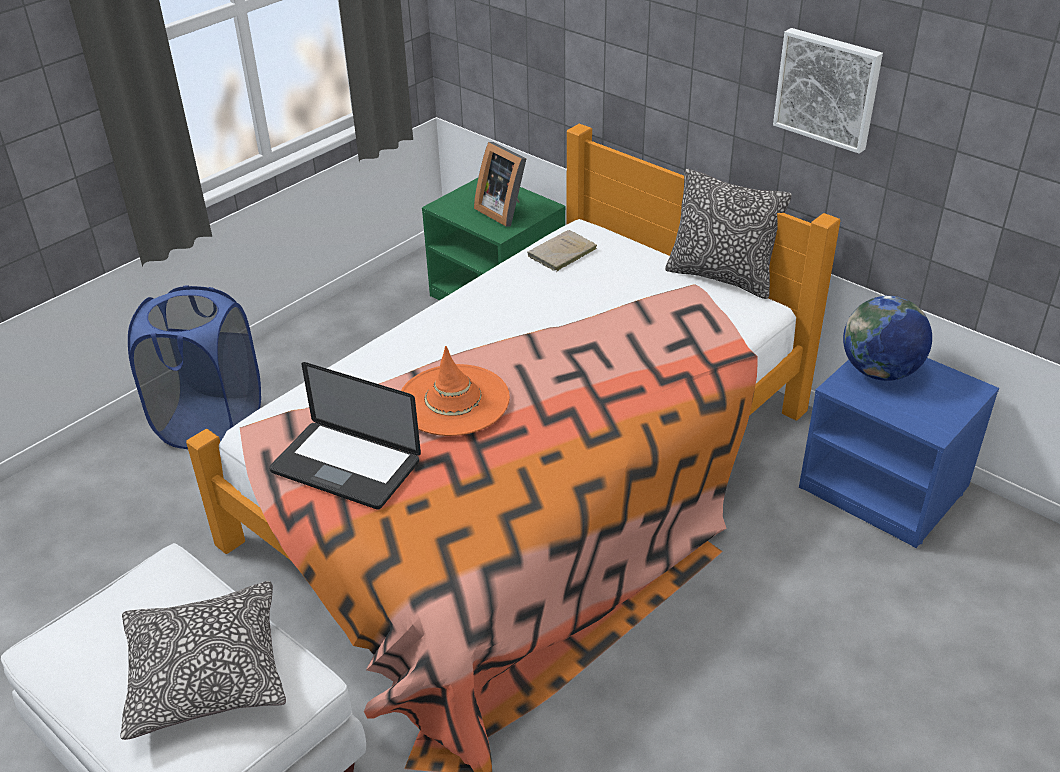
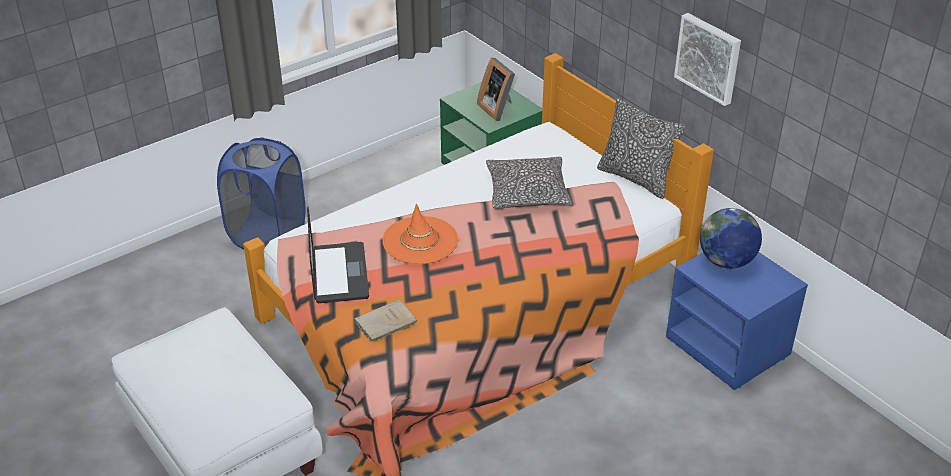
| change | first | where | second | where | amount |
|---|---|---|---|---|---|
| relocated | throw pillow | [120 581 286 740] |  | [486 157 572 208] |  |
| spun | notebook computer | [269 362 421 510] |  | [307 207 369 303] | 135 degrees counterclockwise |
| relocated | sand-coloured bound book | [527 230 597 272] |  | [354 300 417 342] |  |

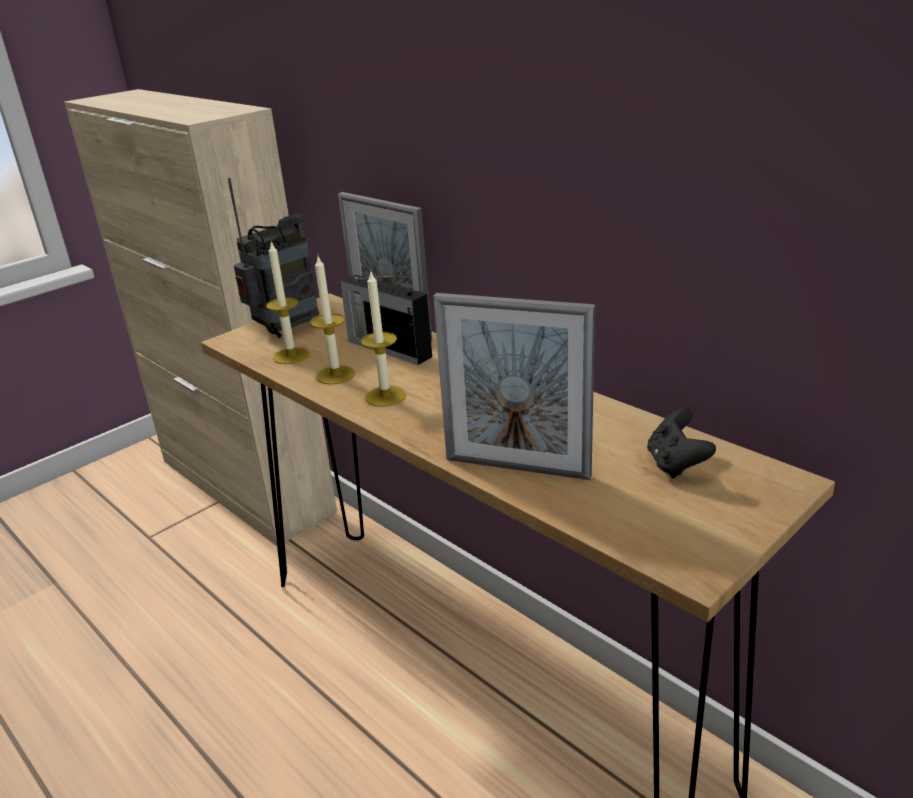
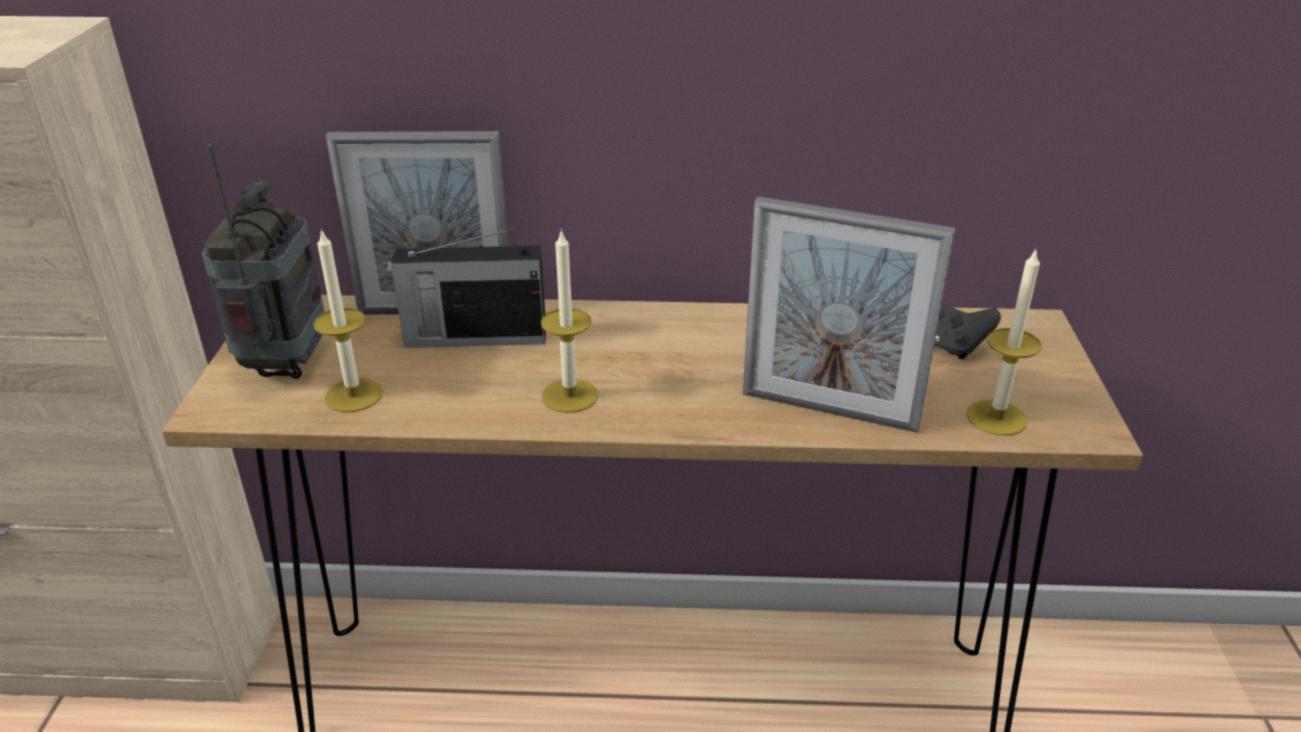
| change | first | where | second | where | amount |
|---|---|---|---|---|---|
| relocated | wax light | [311 254 355 385] |  | [967 249 1042 436] |  |
| spun | standing frame | [433 293 595 480] |  | [743 196 955 433] | 45 degrees clockwise |

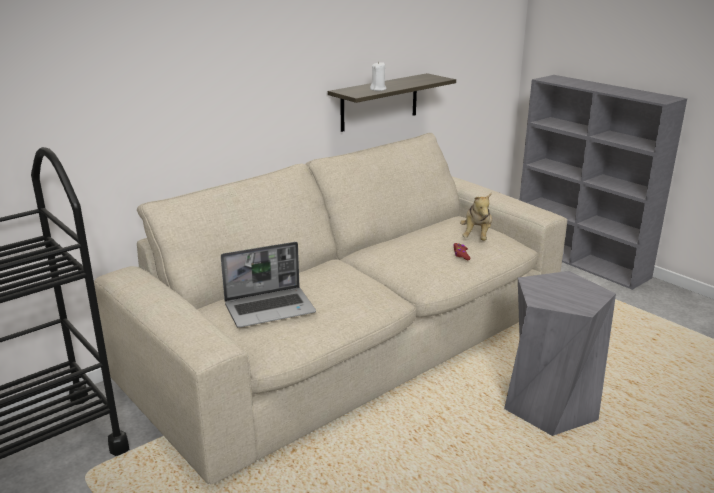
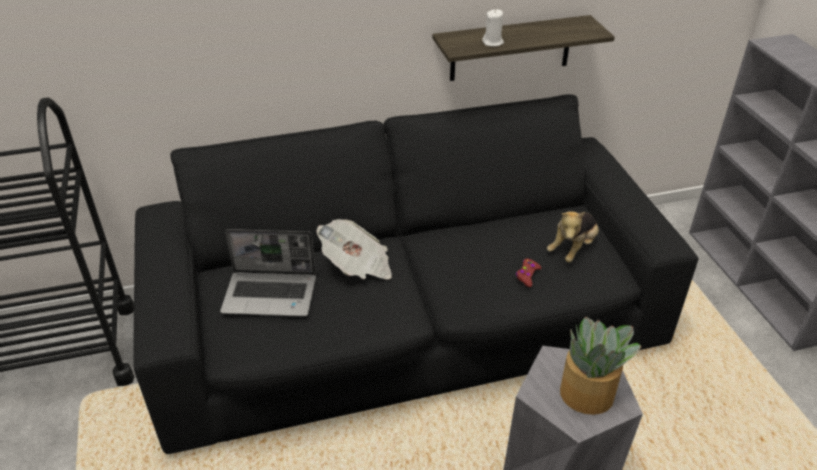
| change | first | where | second | where | amount |
|---|---|---|---|---|---|
| colour | sand-coloured couch | [94 133 567 484] | black-coloured couch | [133 94 698 454] |  |
| appeared |  |  | newspaper | [316 219 392 279] |  |
| appeared |  |  | houseplant | [560 317 641 415] |  |

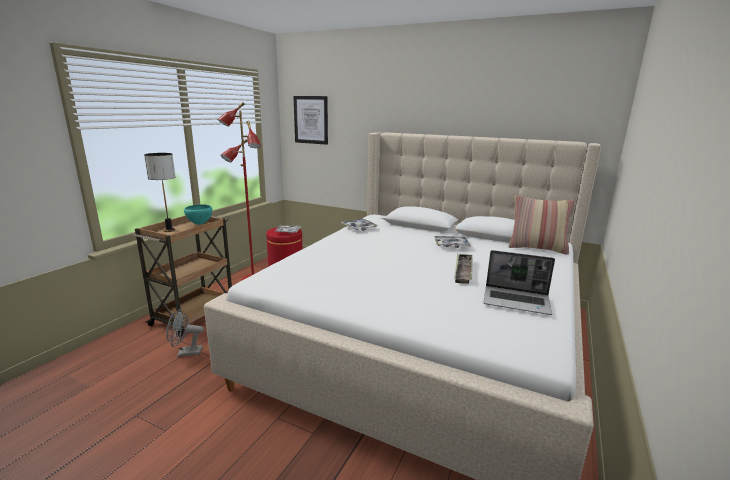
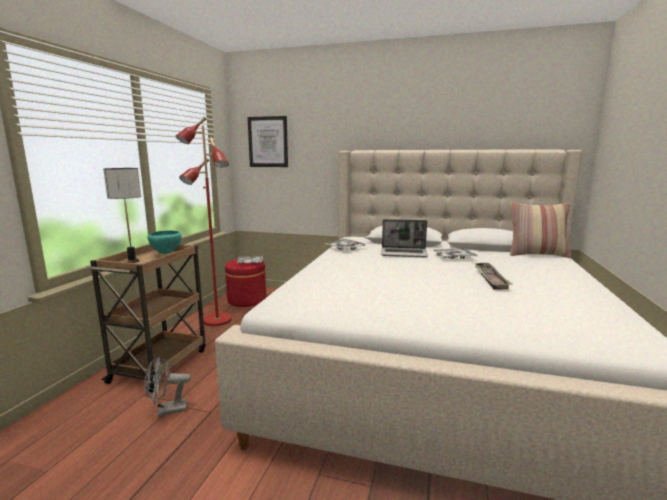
| change | first | where | second | where | amount |
|---|---|---|---|---|---|
| relocated | notebook computer | [484 250 555 315] |  | [381 219 428 257] |  |

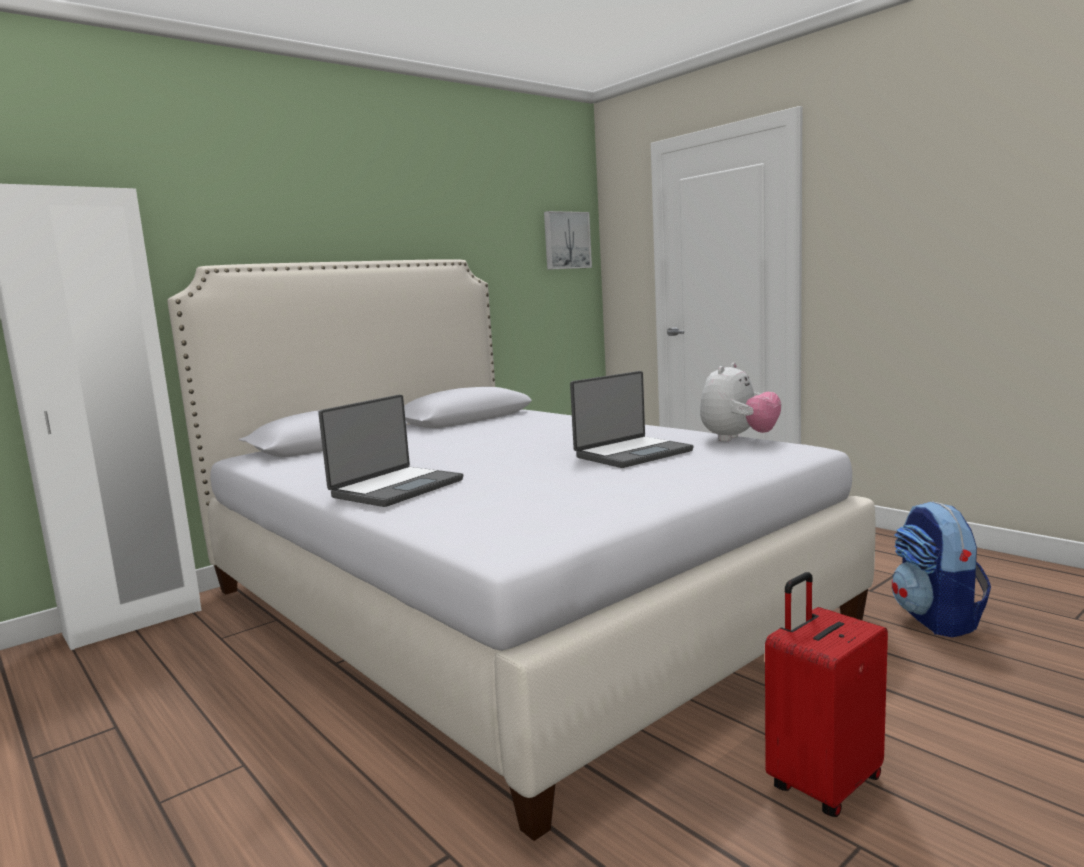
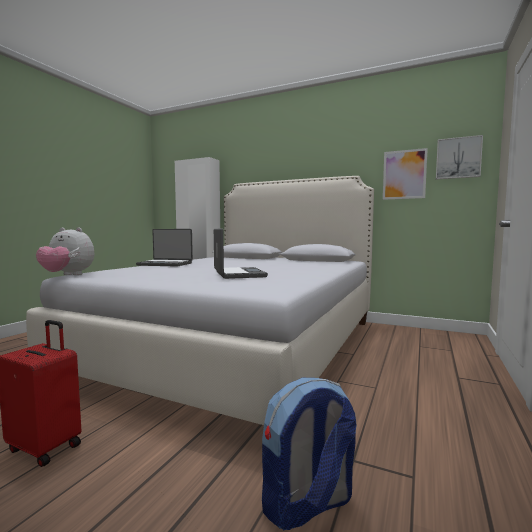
| change | first | where | second | where | amount |
|---|---|---|---|---|---|
| spun | notebook computer | [570 371 694 468] |  | [214 228 268 279] | 135 degrees counterclockwise |
| relocated | soft toy | [700 362 781 442] |  | [36 228 94 275] |  |
| appeared |  |  | wall art | [383 148 428 200] |  |

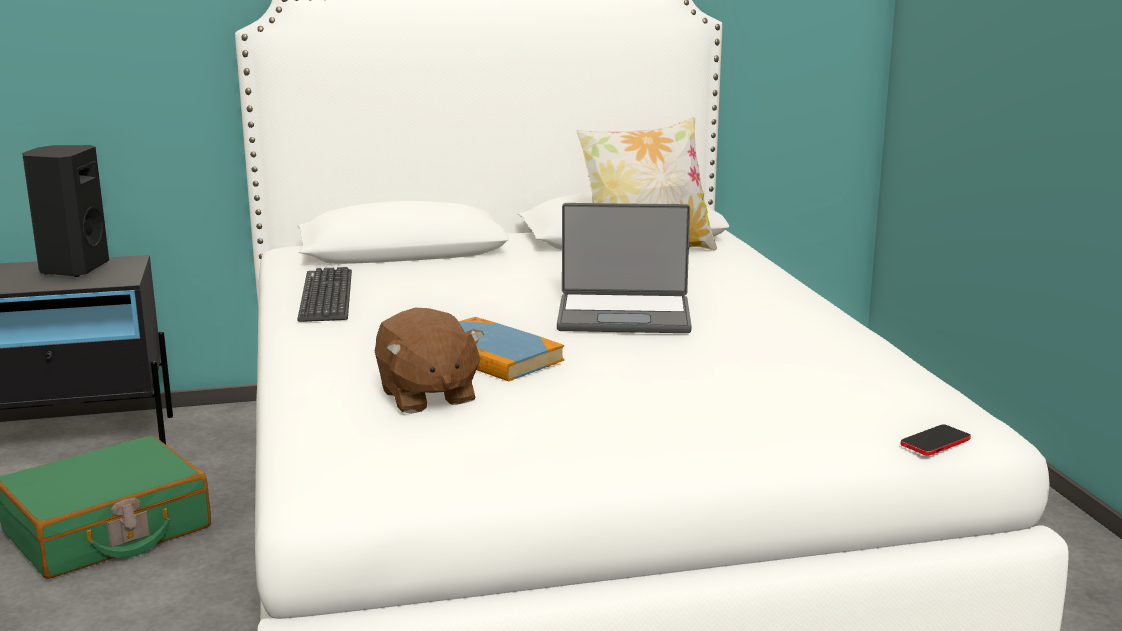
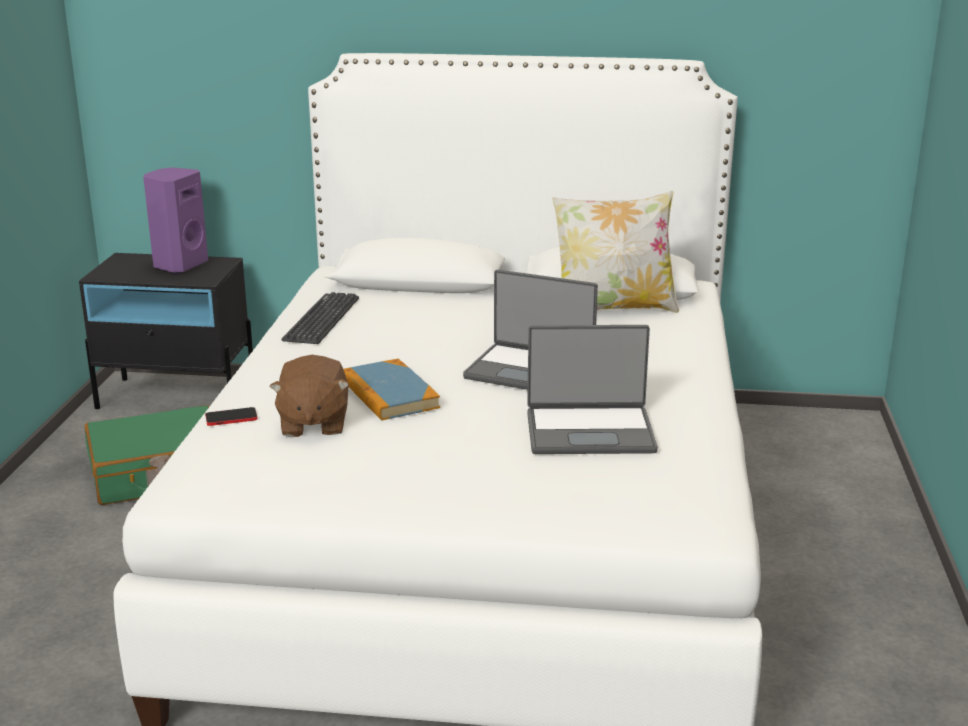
| change | first | where | second | where | amount |
|---|---|---|---|---|---|
| colour | black-coloured audio speaker | [22 145 109 277] | purple-coloured audio speaker | [143 167 208 273] |  |
| relocated | handset | [900 424 971 456] |  | [205 407 258 426] |  |
| appeared |  |  | notebook computer | [527 325 658 454] |  |

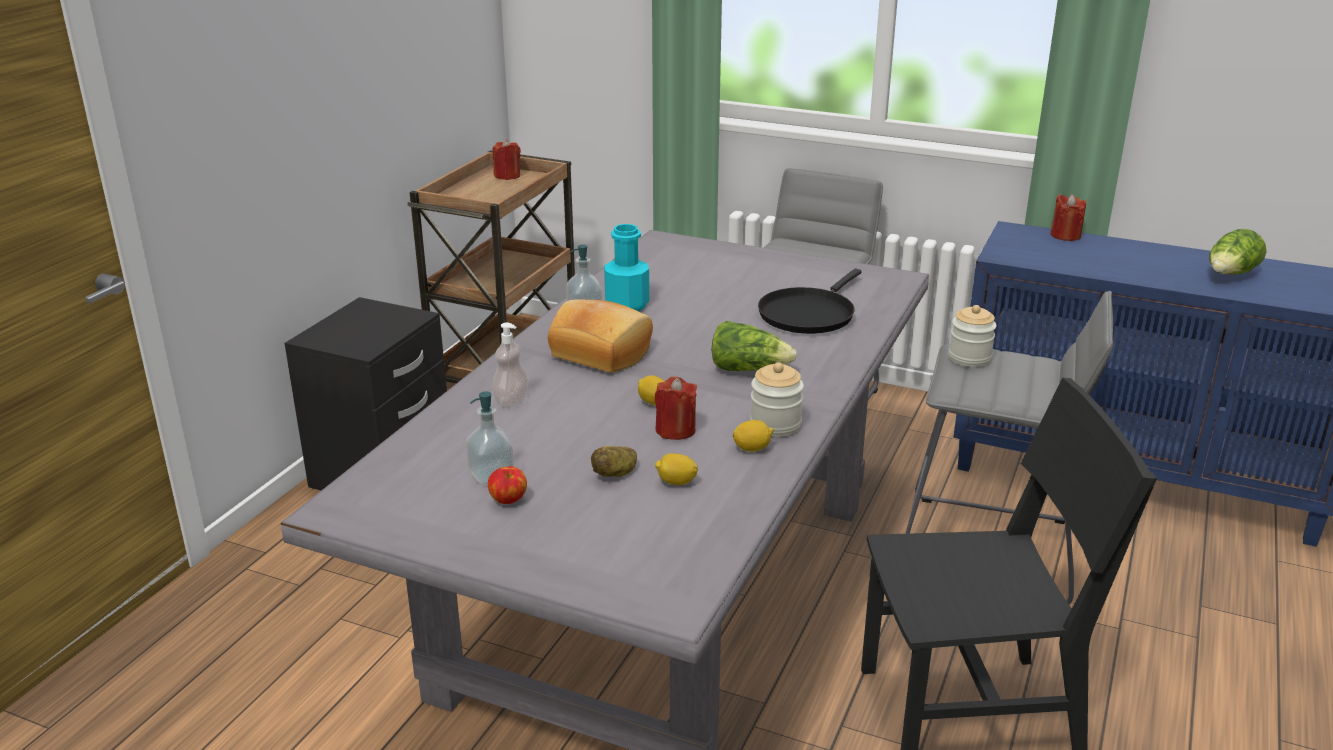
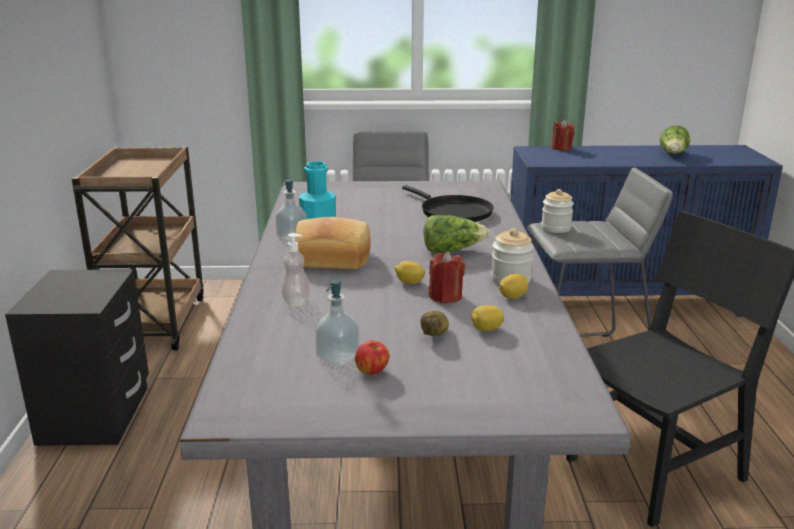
| change | first | where | second | where | amount |
|---|---|---|---|---|---|
| missing | red wax light | [493 139 521 180] |  |  |  |
| spun | black-coloured skillet | [758 269 862 334] |  | [402 185 494 222] | 45 degrees counterclockwise |

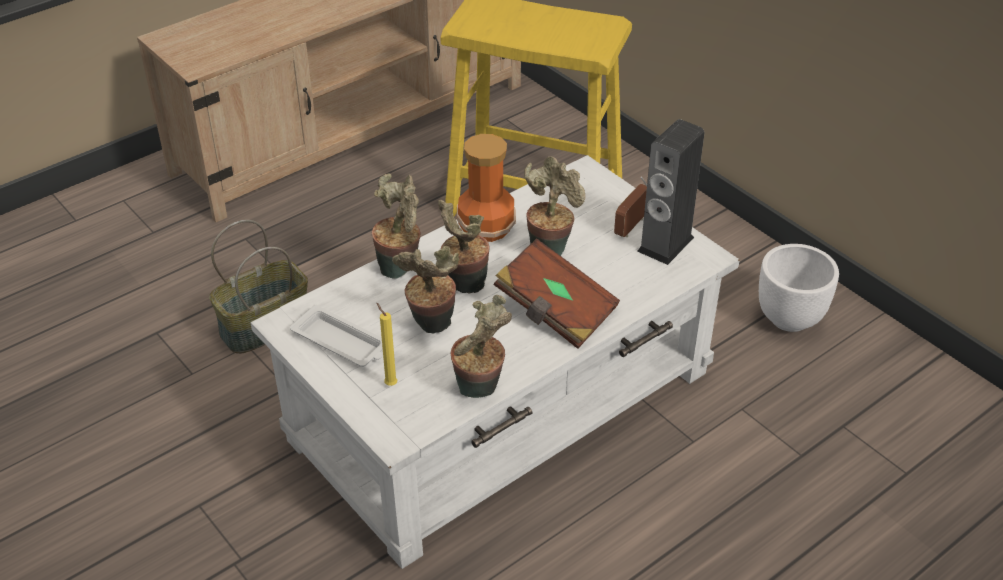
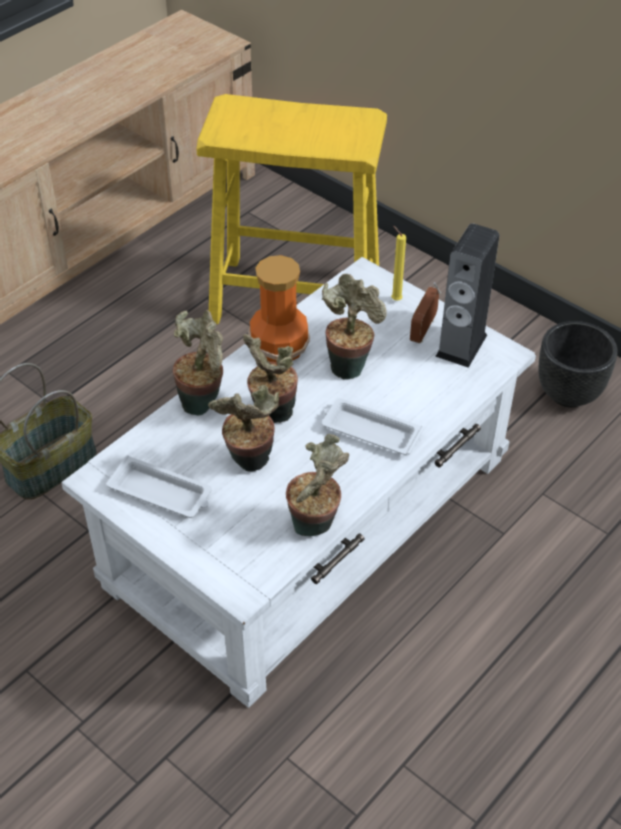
| change | first | where | second | where | amount |
|---|---|---|---|---|---|
| relocated | yellow wax light | [376 303 397 386] |  | [391 226 406 300] |  |
| exchanged | brownish bound book | [493 238 620 349] | white serving tray | [322 398 423 455] |  |
| colour | white flower pot | [759 244 839 332] | black-coloured flower pot | [539 321 618 407] |  |

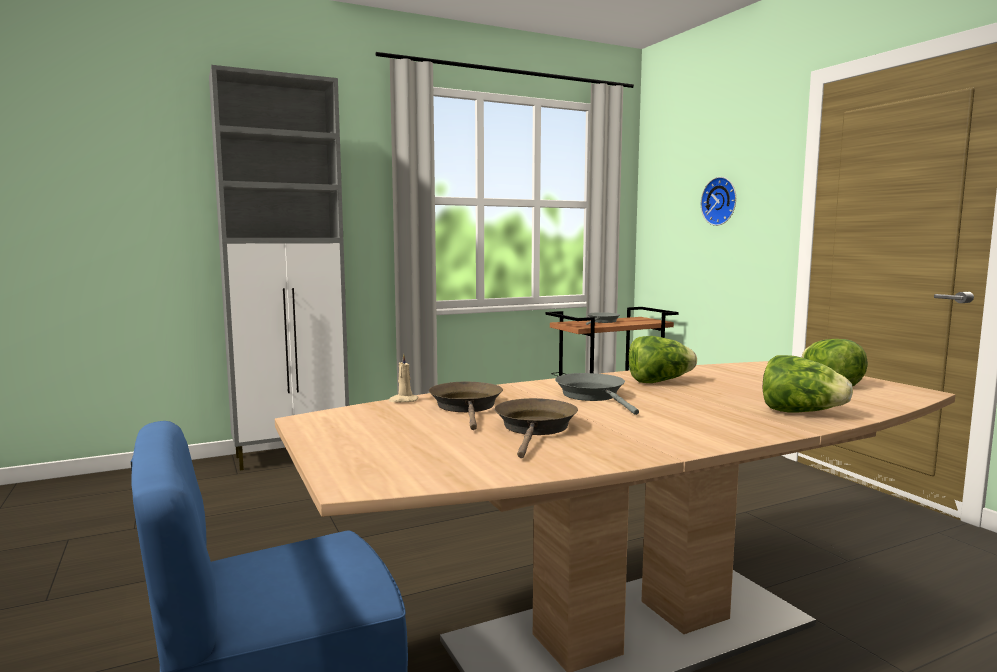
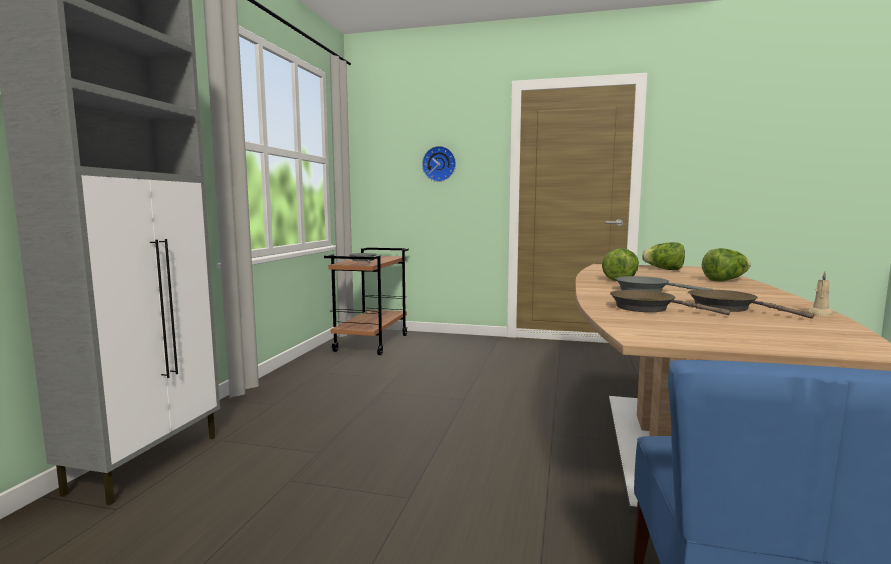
| change | first | where | second | where | amount |
|---|---|---|---|---|---|
| relocated | sand-coloured wax light | [389 353 418 402] |  | [808 271 834 316] |  |

